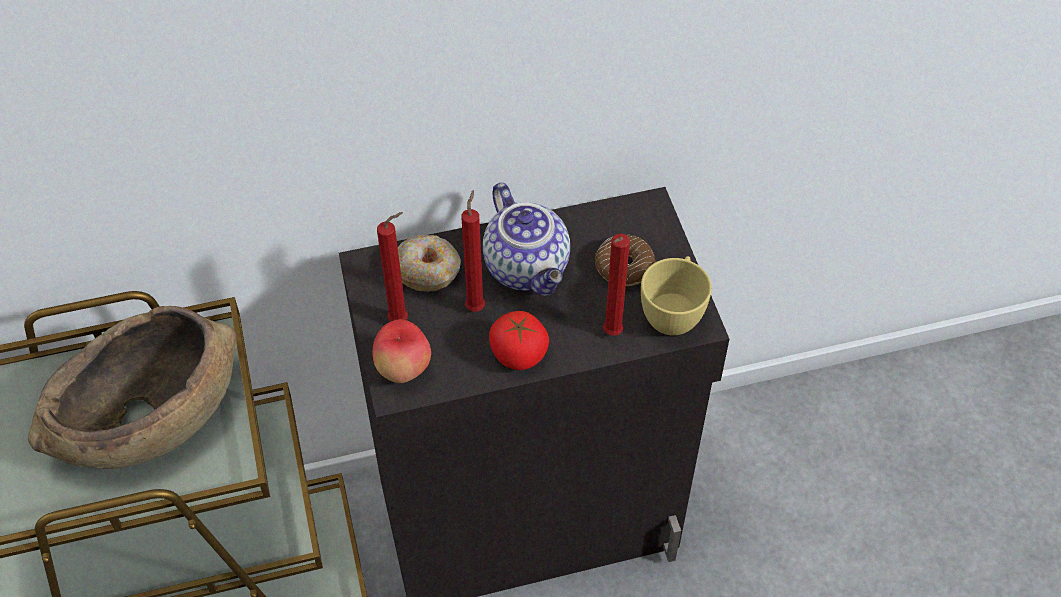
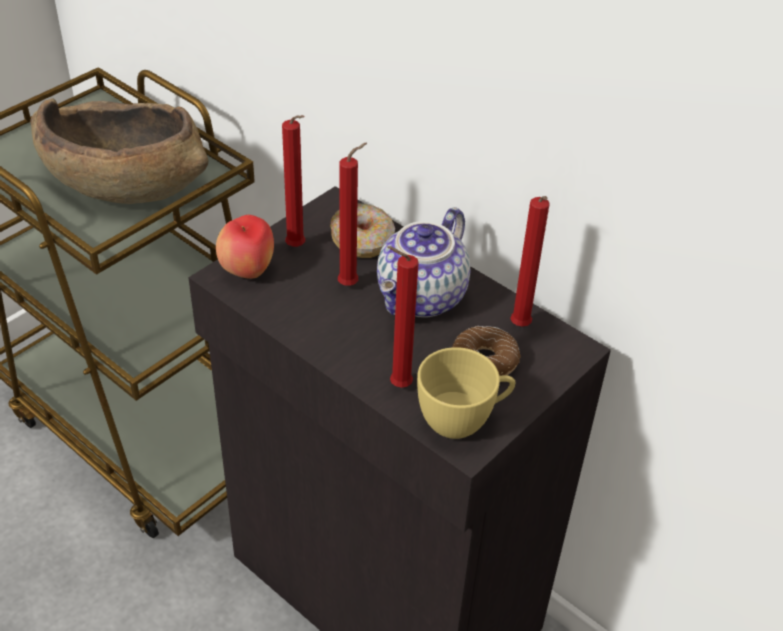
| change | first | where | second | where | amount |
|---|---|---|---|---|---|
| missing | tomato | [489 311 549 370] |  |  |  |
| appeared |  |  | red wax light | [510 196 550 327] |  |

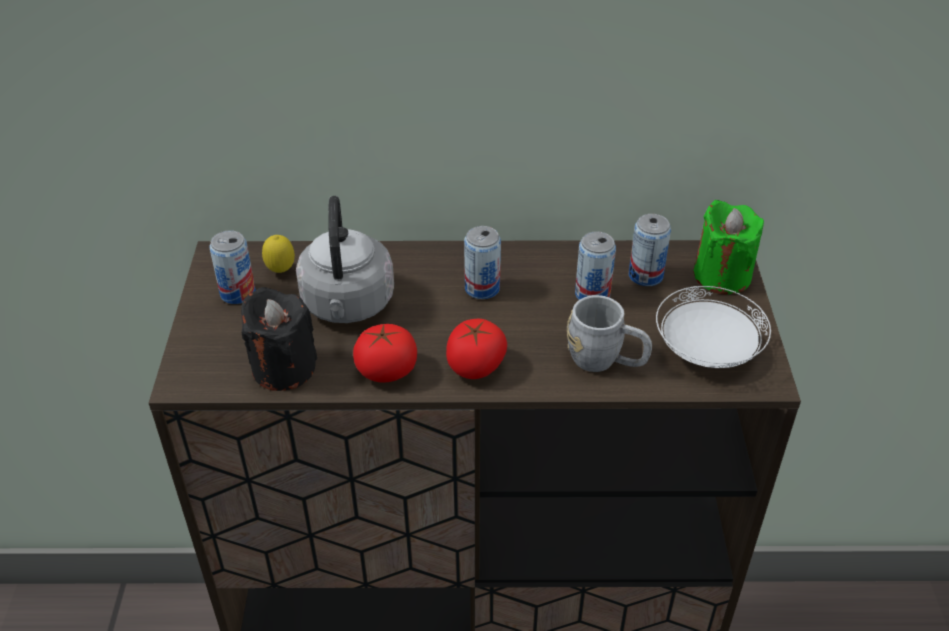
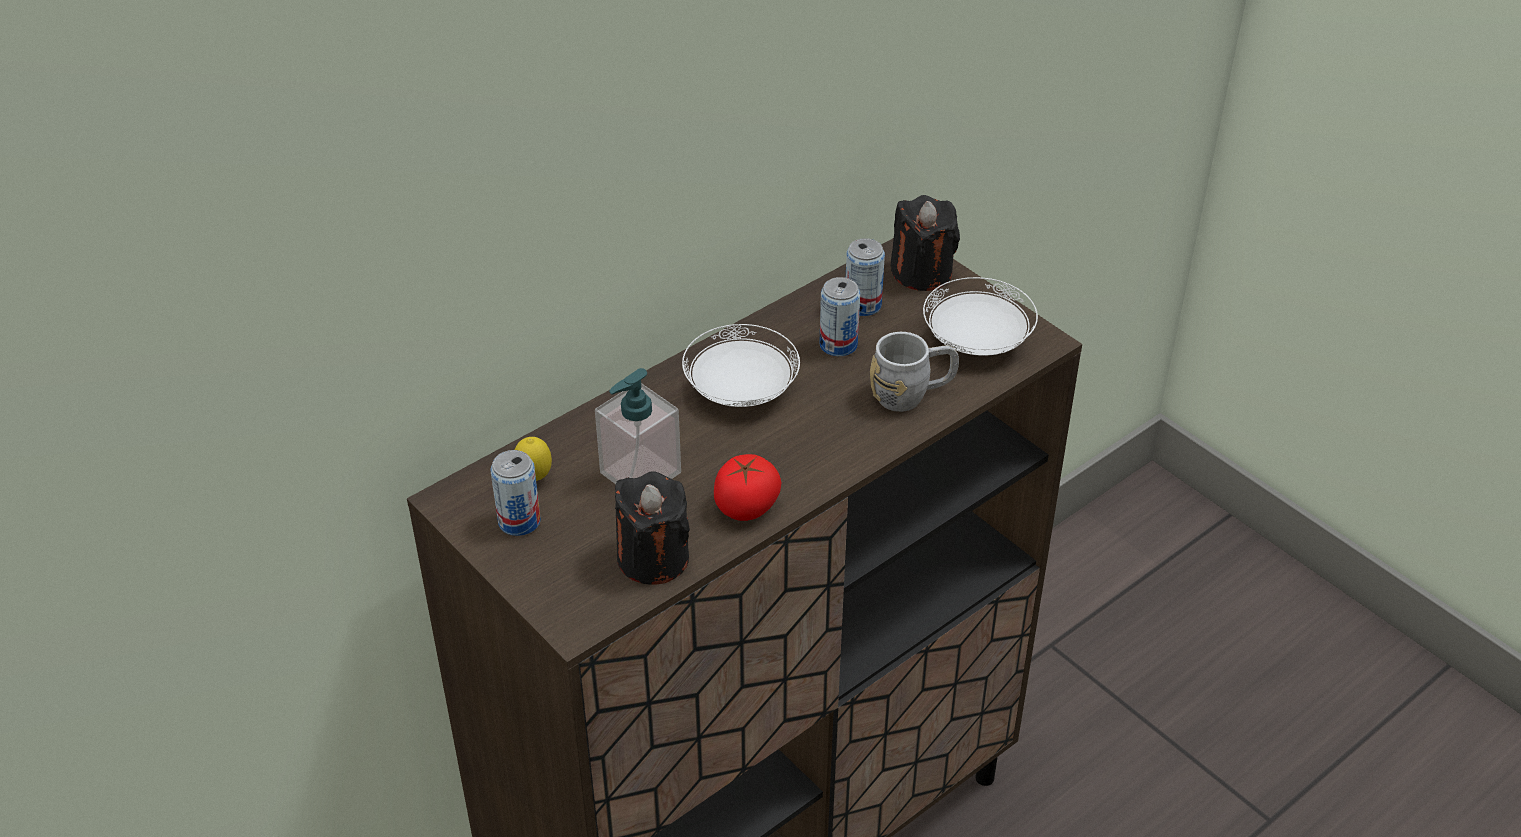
| change | first | where | second | where | amount |
|---|---|---|---|---|---|
| exchanged | grey water kettle | [296 196 394 323] | soap dispenser | [595 368 681 484] |  |
| missing | tomato | [446 319 507 379] |  |  |  |
| exchanged | can | [464 226 501 299] | white dinner plate | [682 324 800 407] |  |
| colour | green wax light | [694 200 764 294] | black-coloured wax light | [890 195 960 291] |  |

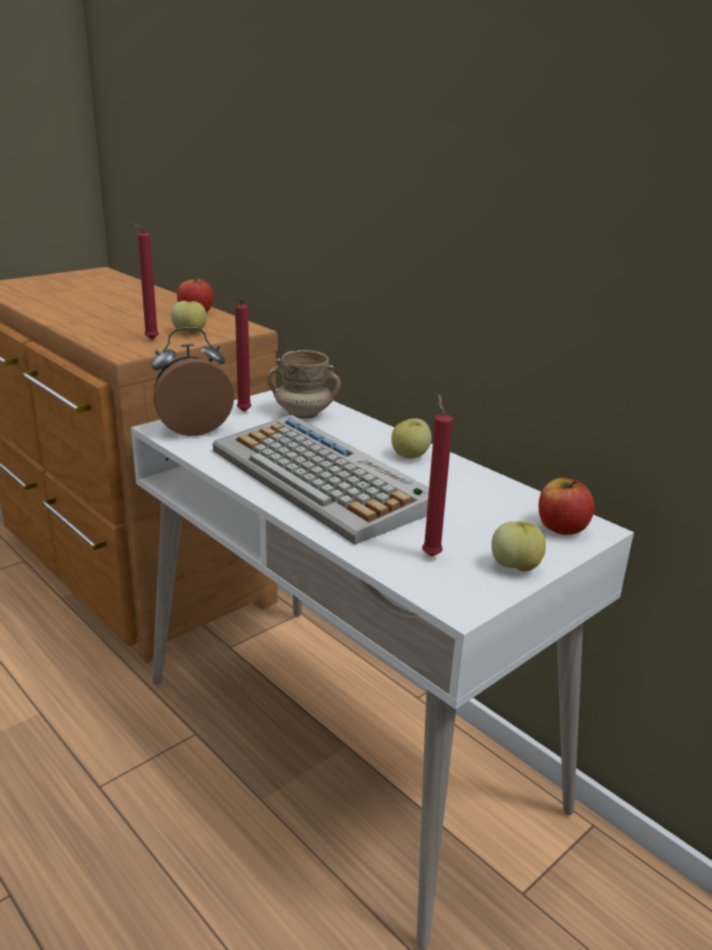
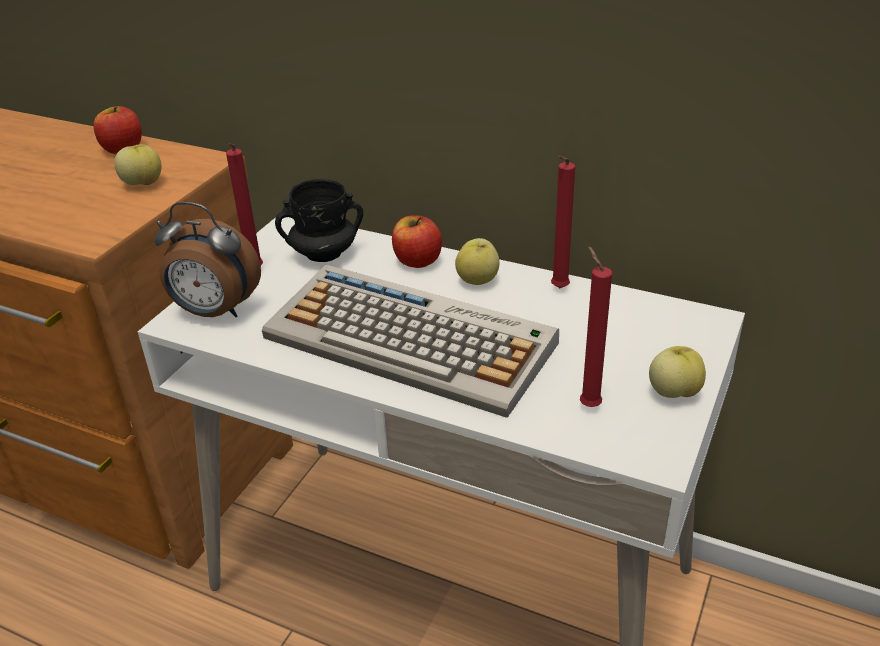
| change | first | where | second | where | amount |
|---|---|---|---|---|---|
| relocated | red wax light | [130 222 159 340] |  | [551 156 575 288] |  |
| spun | table clock | [152 327 234 436] |  | [154 202 261 317] | 120 degrees counterclockwise |
| colour | sand-coloured tea mug | [267 350 341 418] | black-coloured tea mug | [275 179 363 262] |  |
| relocated | whole apple | [539 478 594 535] |  | [392 215 442 268] |  |

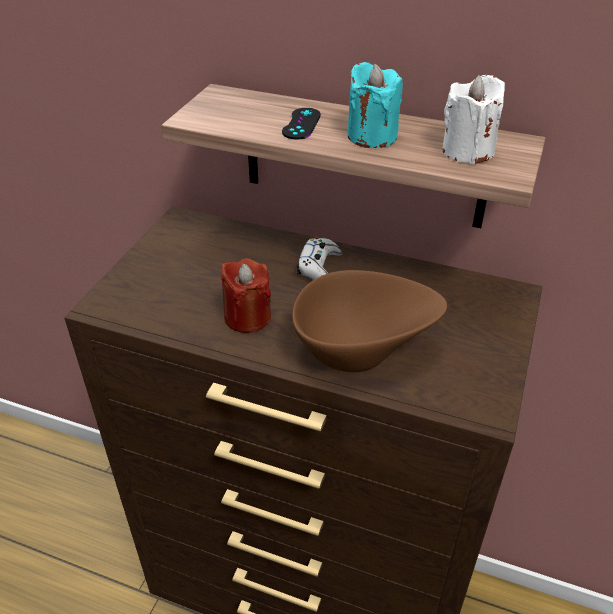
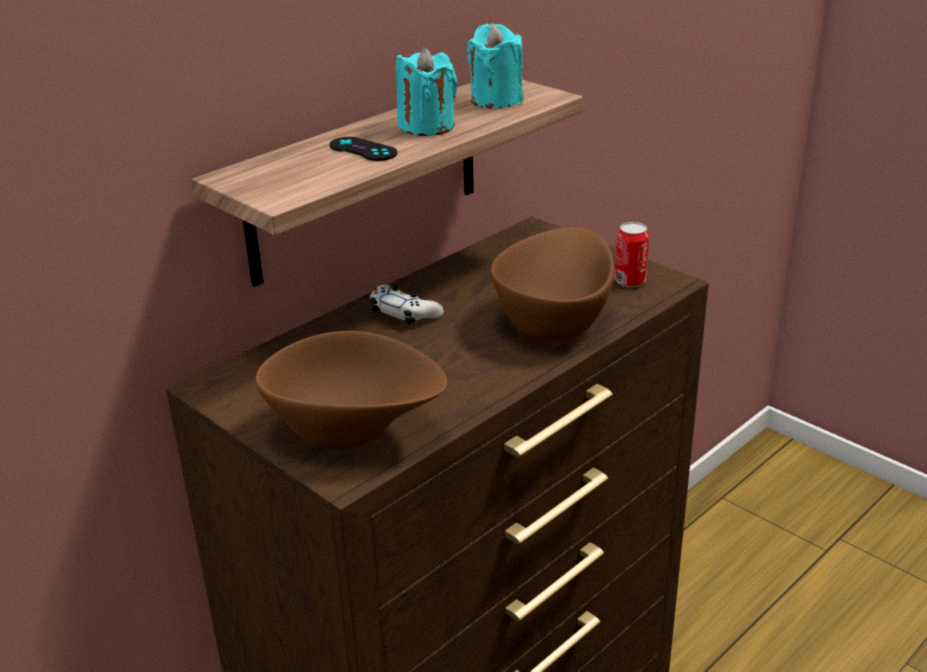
| change | first | where | second | where | amount |
|---|---|---|---|---|---|
| missing | red wax light | [221 258 271 333] |  |  |  |
| colour | white wax light | [442 75 505 164] | blue-green wax light | [467 23 523 109] |  |
| appeared |  |  | brownish deep dish | [255 331 447 451] |  |
| appeared |  |  | can | [614 222 649 287] |  |

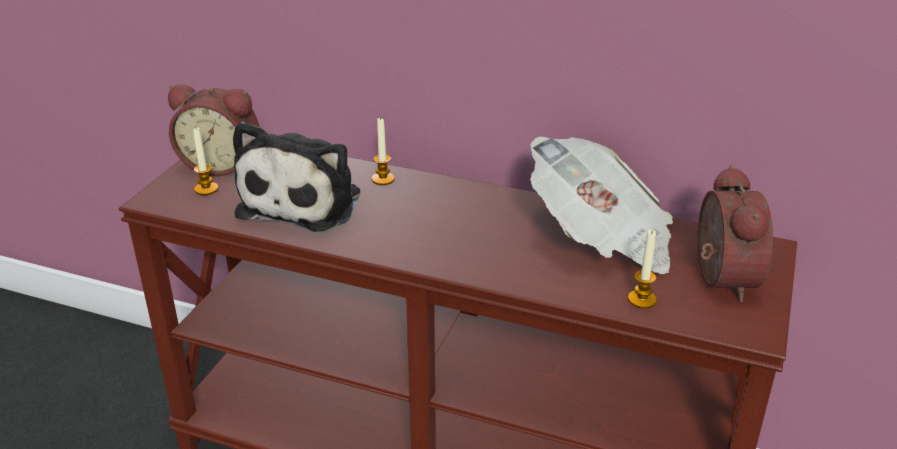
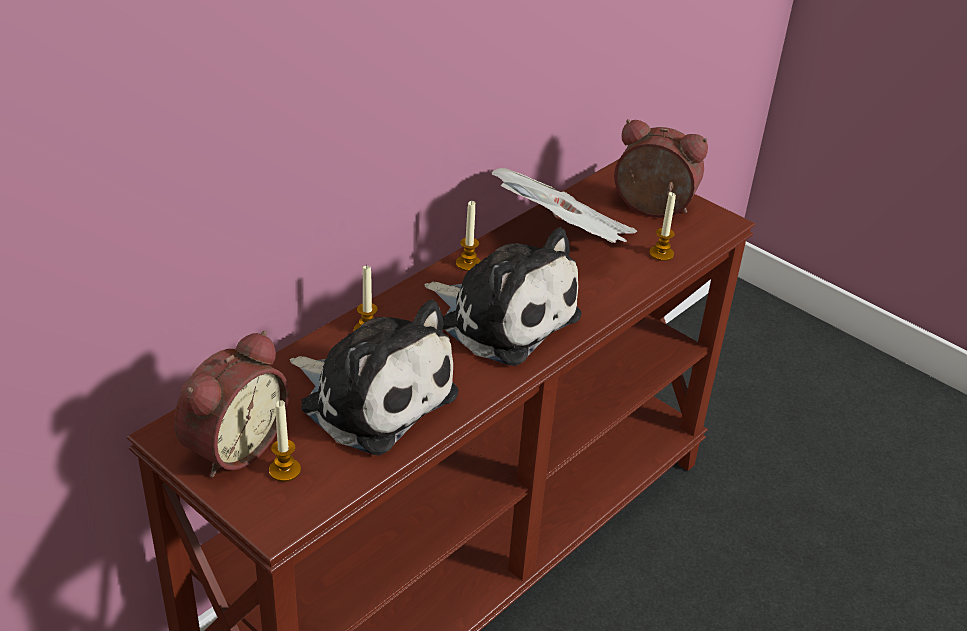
| change | first | where | second | where | amount |
|---|---|---|---|---|---|
| appeared |  |  | soft toy | [424 228 581 366] |  |
| appeared |  |  | wax light | [456 201 481 271] |  |

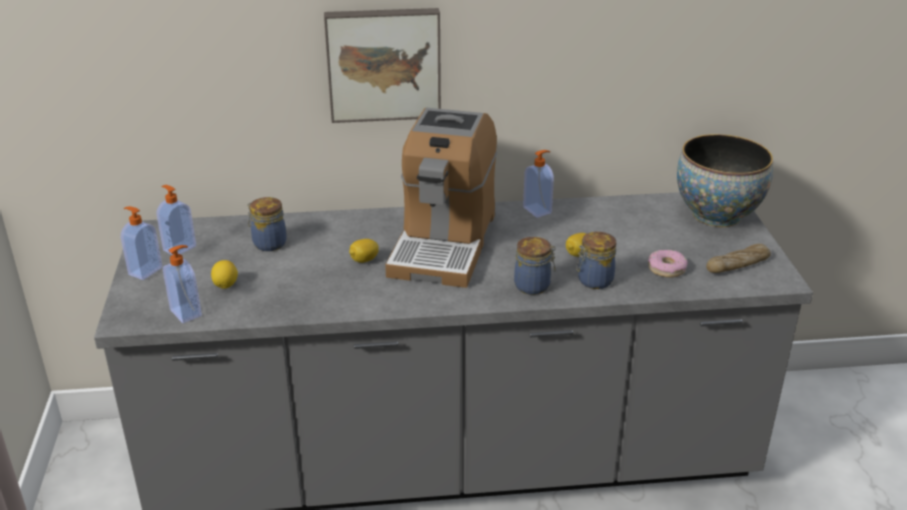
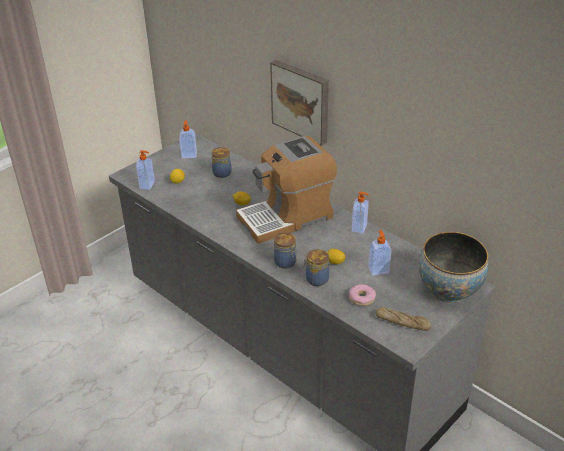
| change | first | where | second | where | amount |
|---|---|---|---|---|---|
| relocated | soap dispenser | [121 206 162 280] |  | [368 230 392 275] |  |

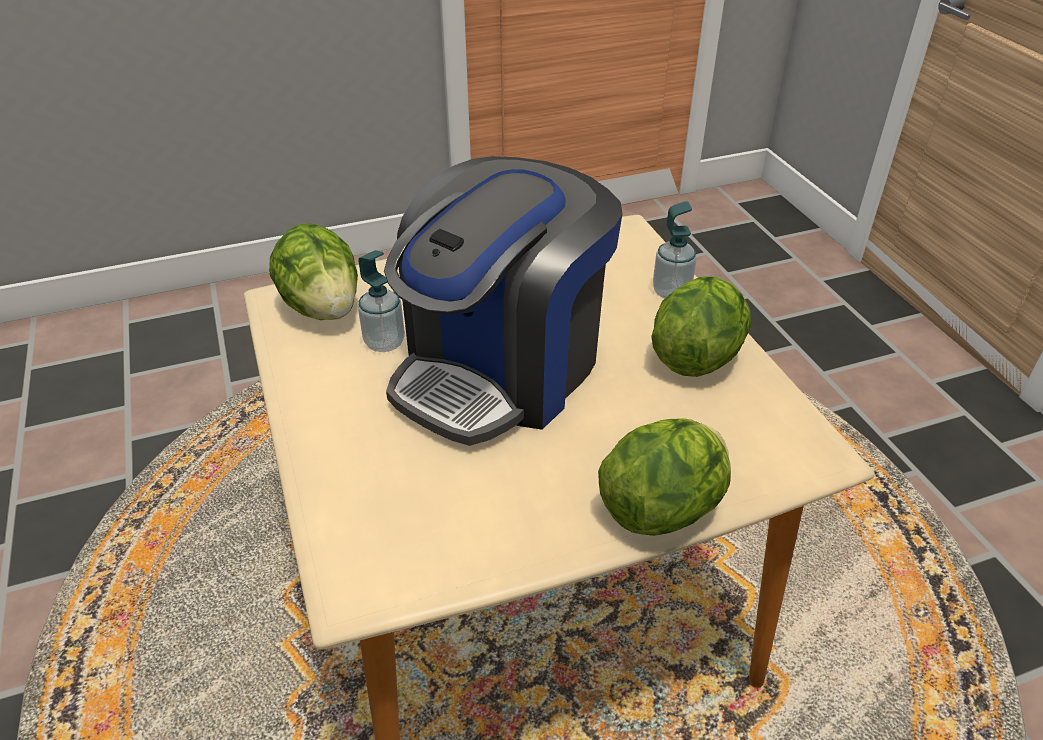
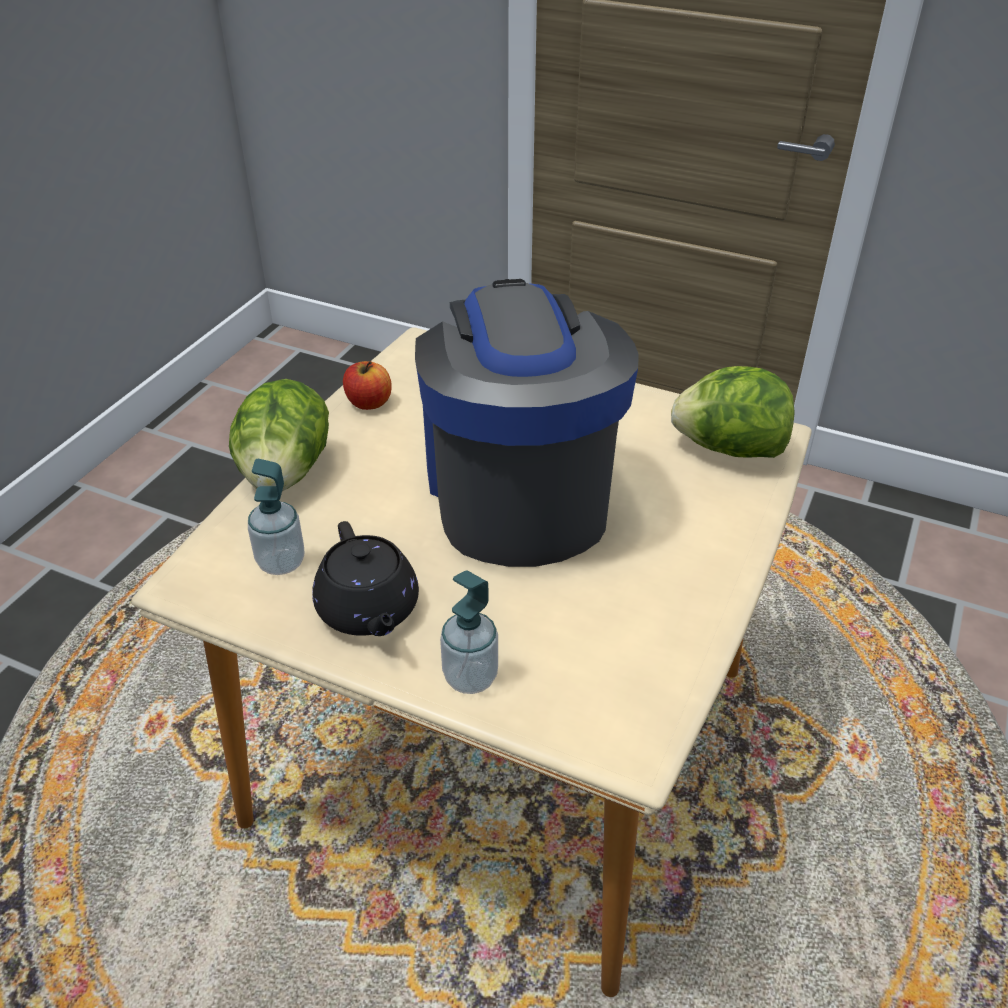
| change | first | where | second | where | amount |
|---|---|---|---|---|---|
| relocated | soap dispenser | [358 250 405 352] |  | [248 458 304 575] |  |
| exchanged | head of lettuce | [651 276 751 377] | black-coloured tea pot | [312 521 419 636] |  |
| appeared |  |  | whole apple | [343 361 392 410] |  |

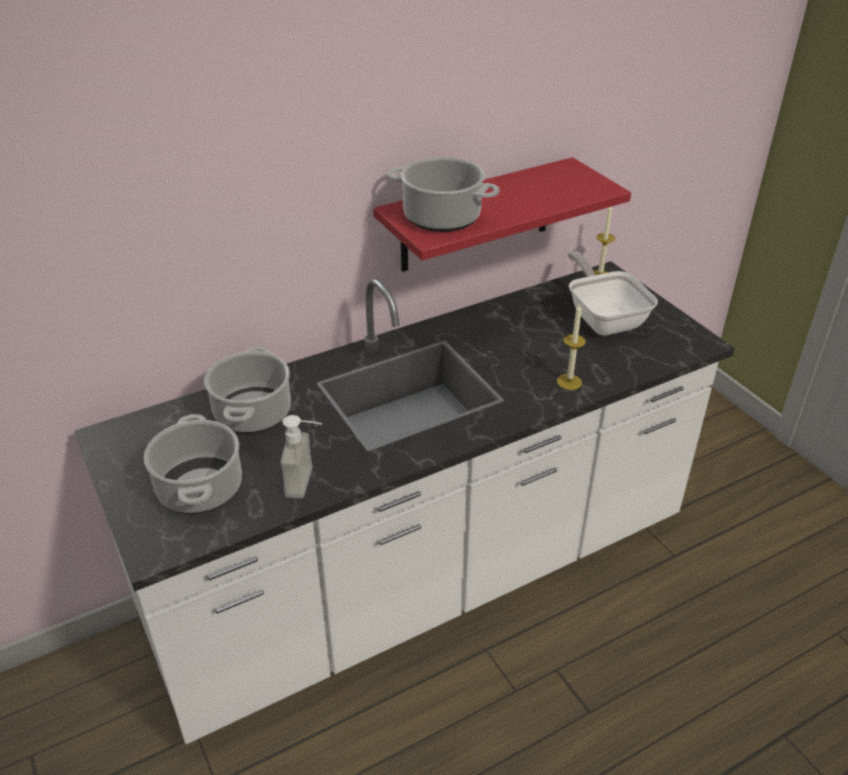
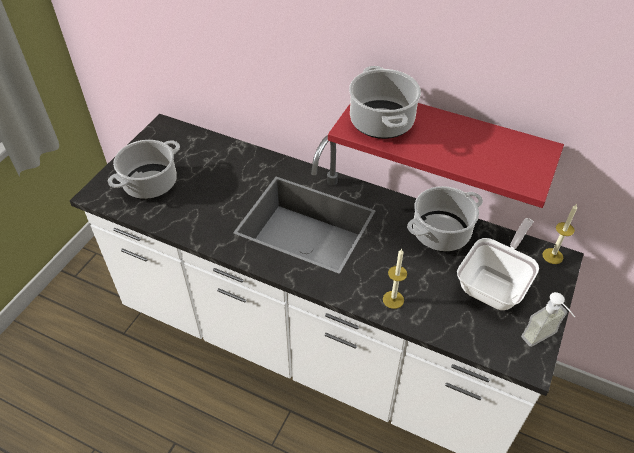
| change | first | where | second | where | amount |
|---|---|---|---|---|---|
| relocated | saucepot | [204 347 291 433] |  | [407 186 483 252] |  |
| relocated | soap dispenser | [280 415 322 498] |  | [521 292 575 347] |  |

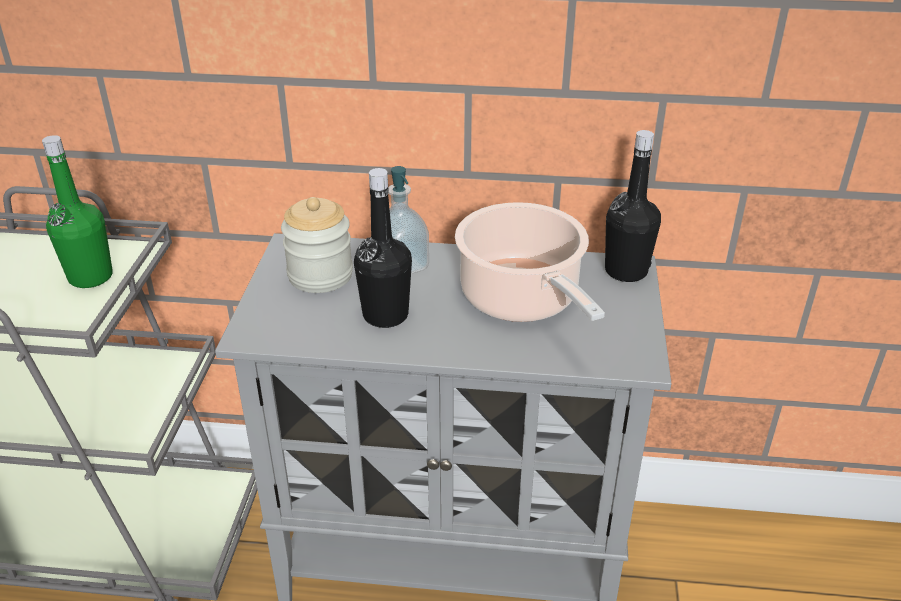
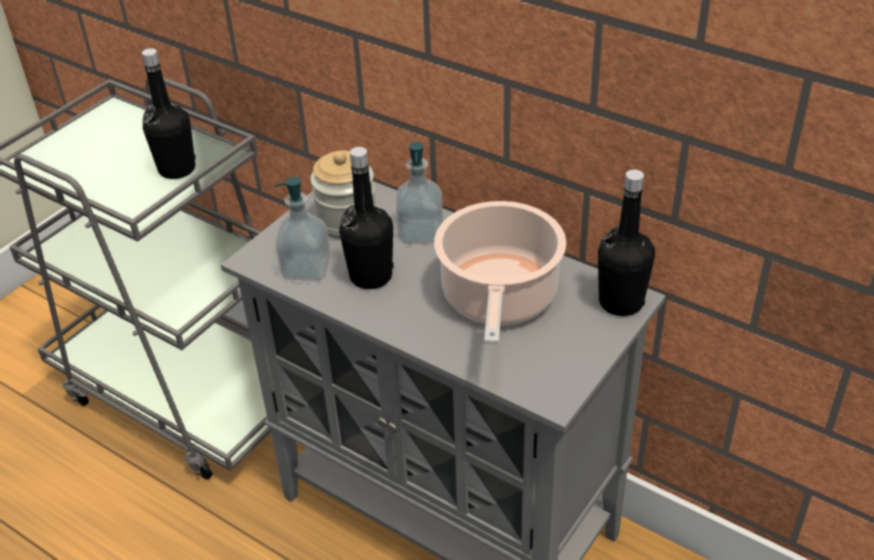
| change | first | where | second | where | amount |
|---|---|---|---|---|---|
| colour | green drink bottle | [42 135 113 288] | black-coloured drink bottle | [142 48 196 179] |  |
| appeared |  |  | soap dispenser | [275 177 331 281] |  |

